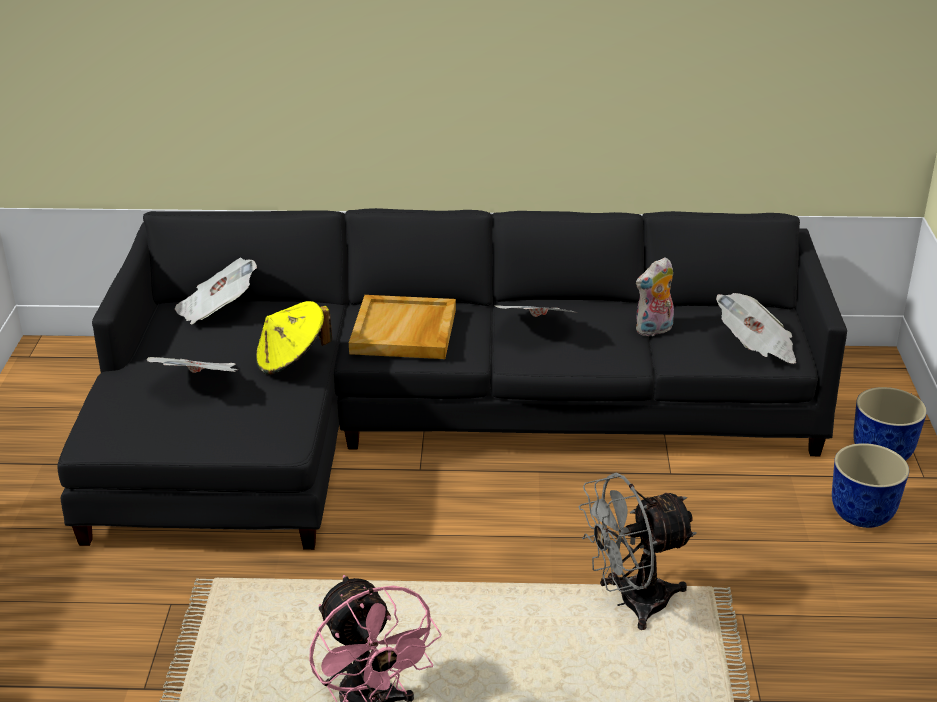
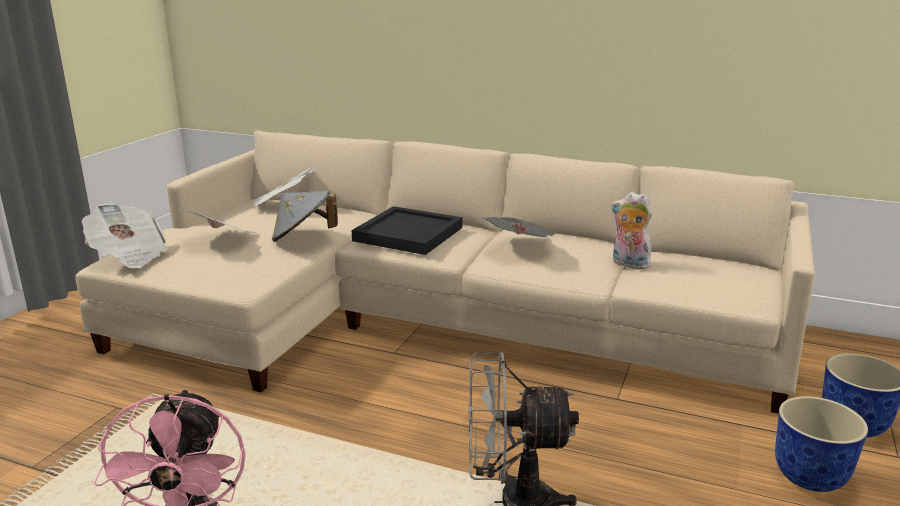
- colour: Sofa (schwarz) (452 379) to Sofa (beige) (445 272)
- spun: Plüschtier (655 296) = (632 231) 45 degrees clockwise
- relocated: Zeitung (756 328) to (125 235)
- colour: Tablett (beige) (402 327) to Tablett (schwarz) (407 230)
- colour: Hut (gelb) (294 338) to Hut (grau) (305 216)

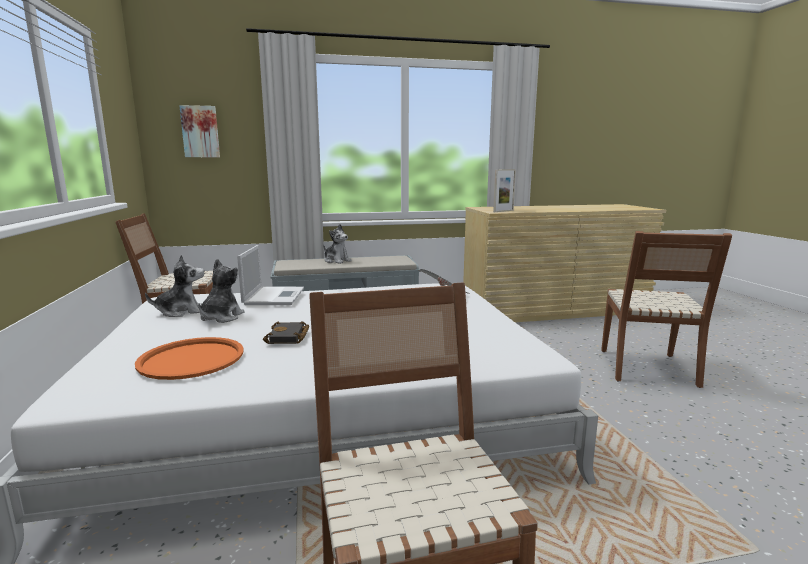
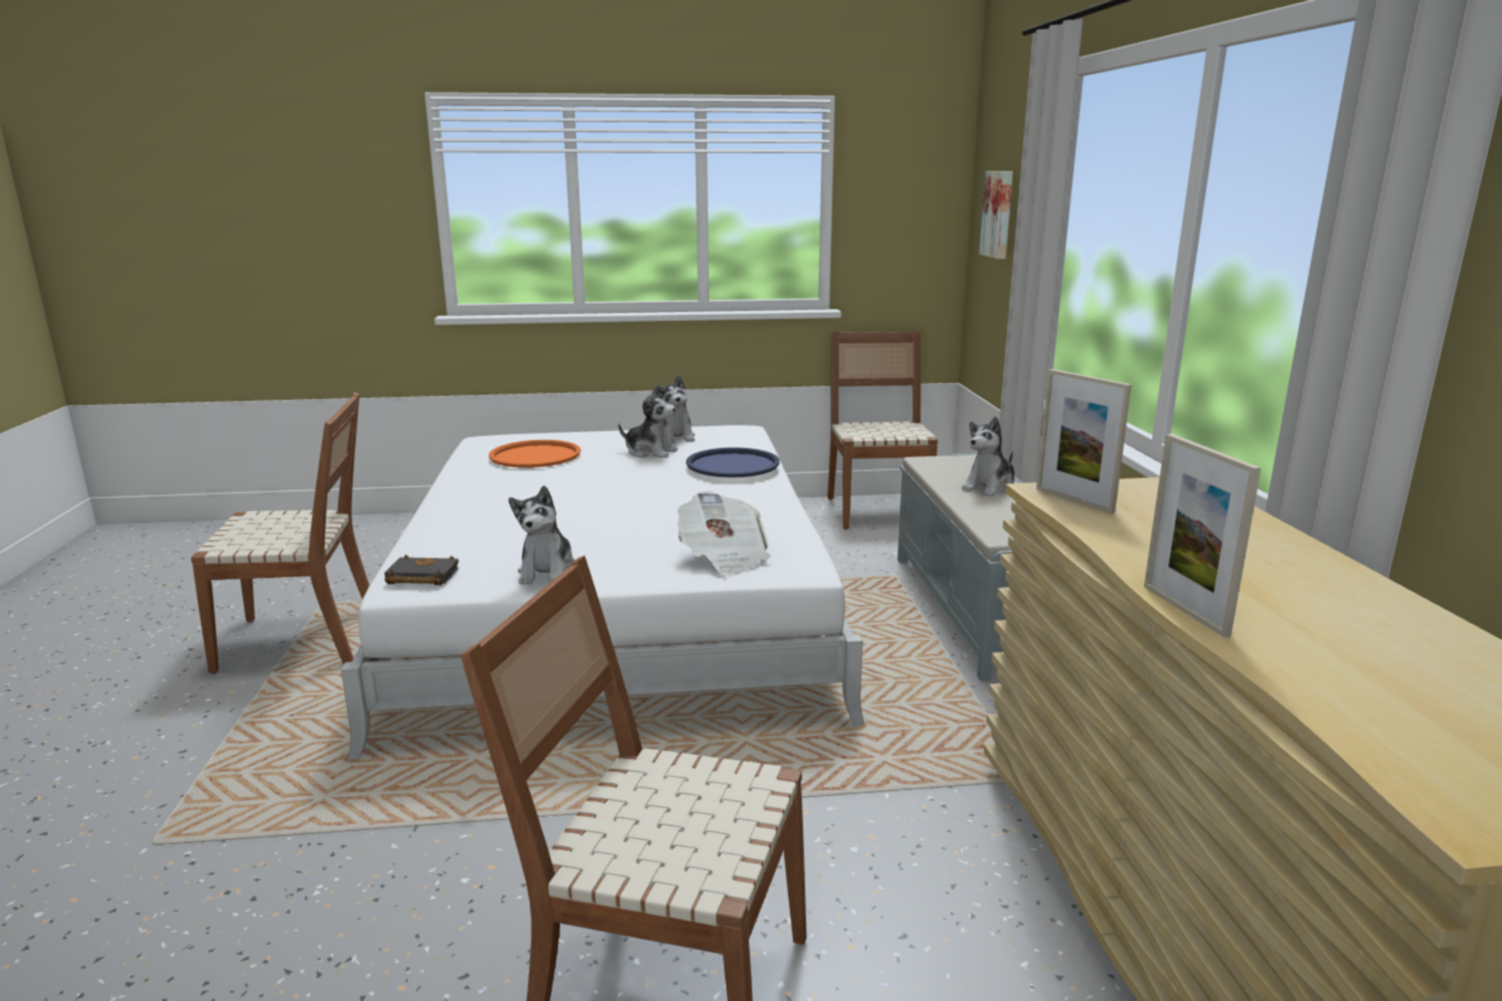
- exchanged: Laptop (270 275) to Tablett (blau) (733 462)
- relocated: Buch (schwarz) (286 332) to (421 570)
- appeared: Bilderrahmen (1202 535)
- appeared: Plüschtier (542 535)

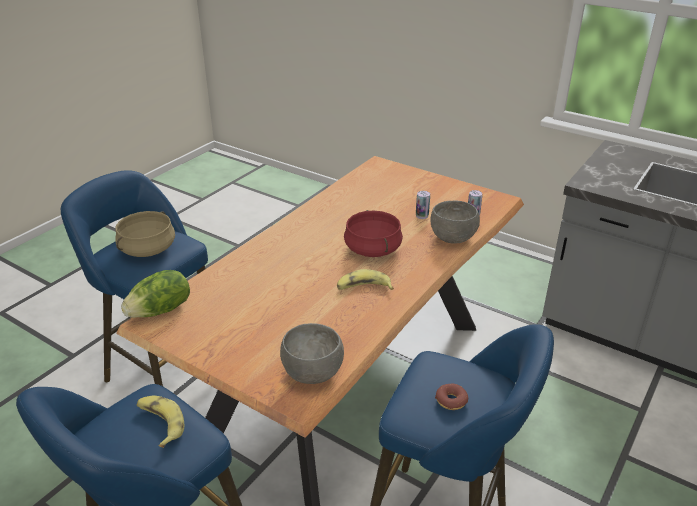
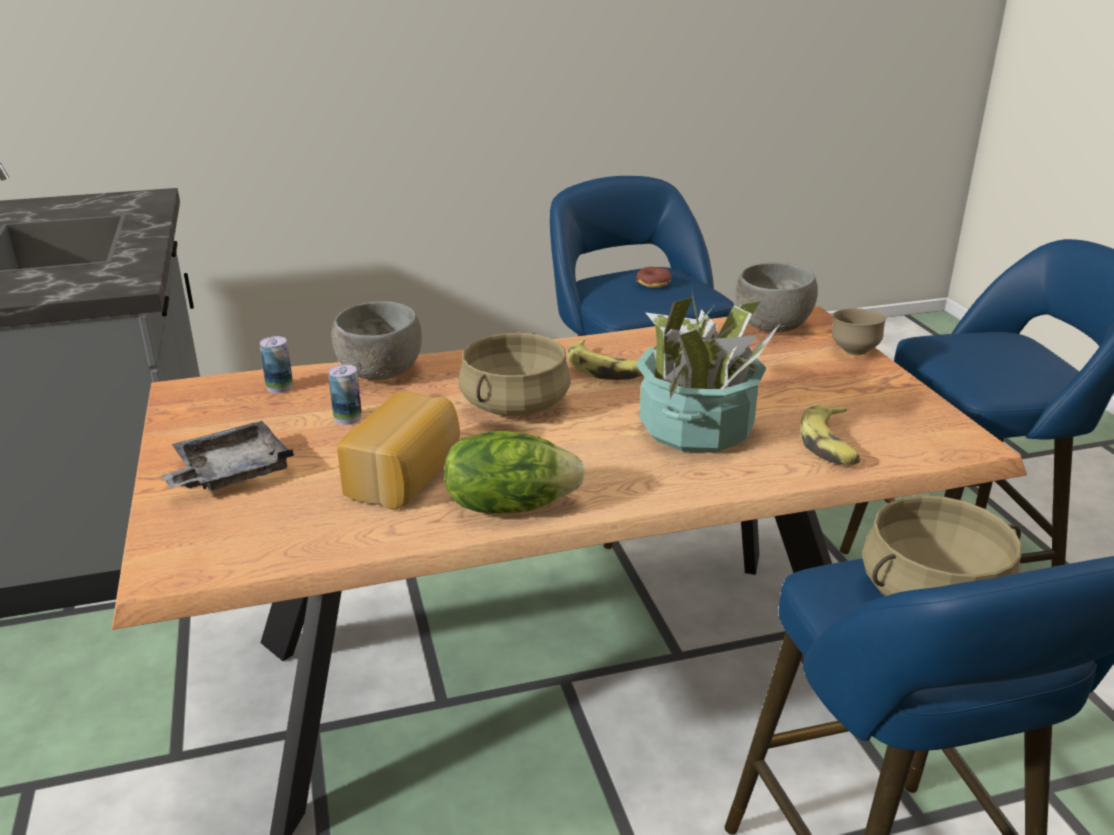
- colour: Kochtopf (rot) (373 233) to Kochtopf (beige) (515 374)
- relocated: Salatkopf (155 294) to (514 472)
- relocated: Banane (160 421) to (830 435)
- appeared: Topfpflanze (708 373)
- appeared: Schüssel (braun) (859 331)
- appeared: Brot (398 450)
- appeared: Tablett (grau) (228 456)

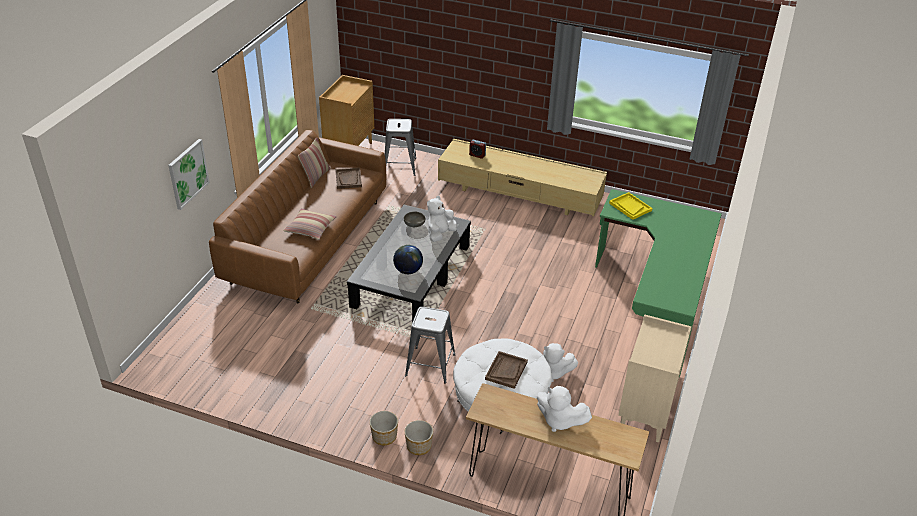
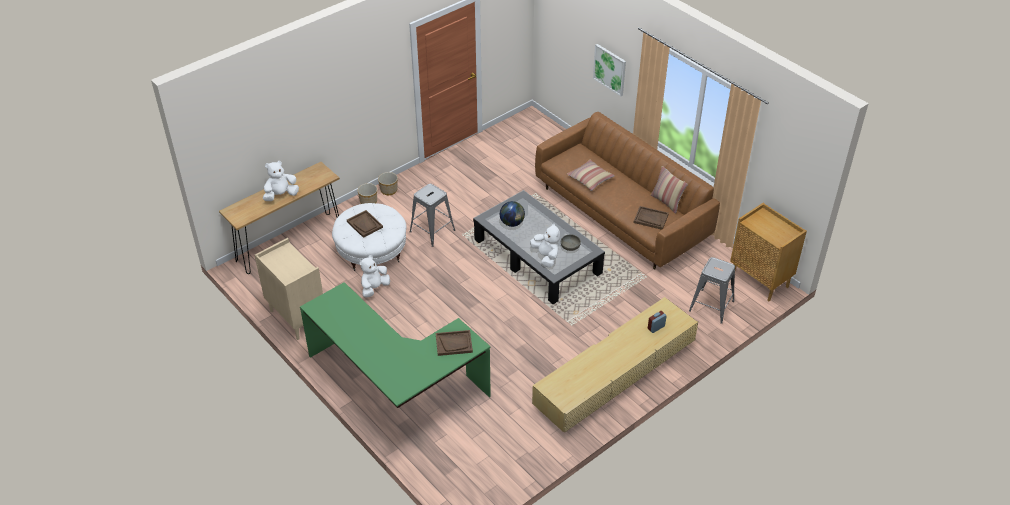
- colour: Tablett (gelb) (630 206) to Tablett (braun) (454 343)

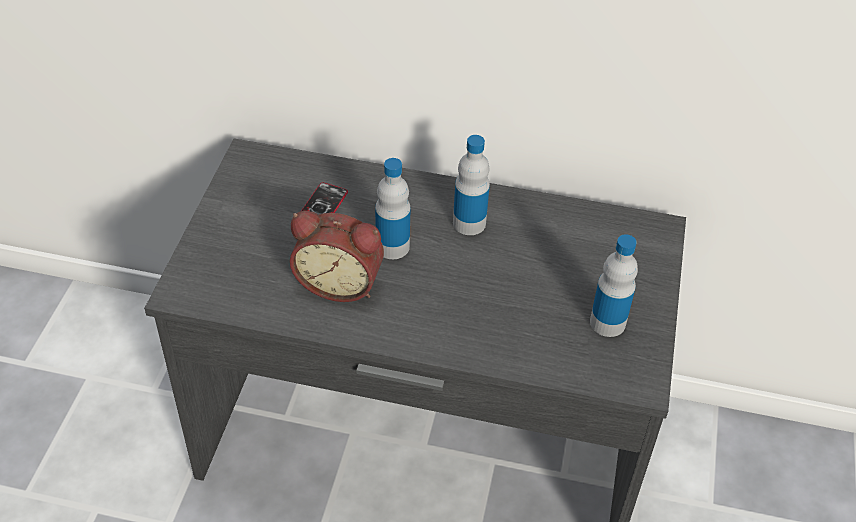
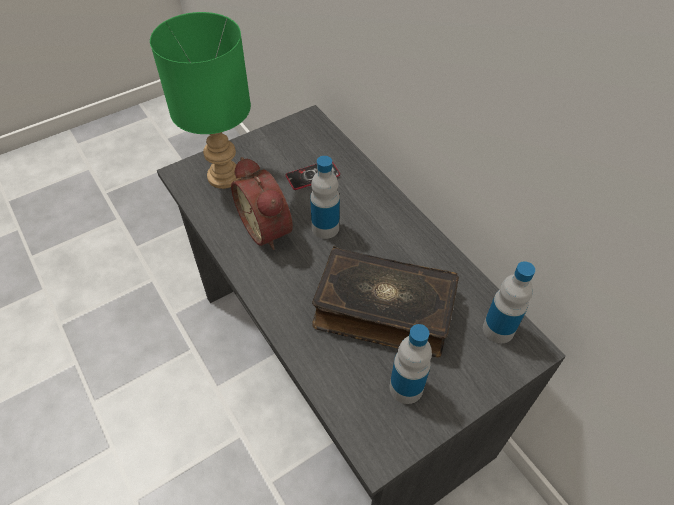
- relocated: Flasche (471 185) to (509 302)
- appeared: Tischlampe (grün) (200 100)
- appeared: Buch (385 301)

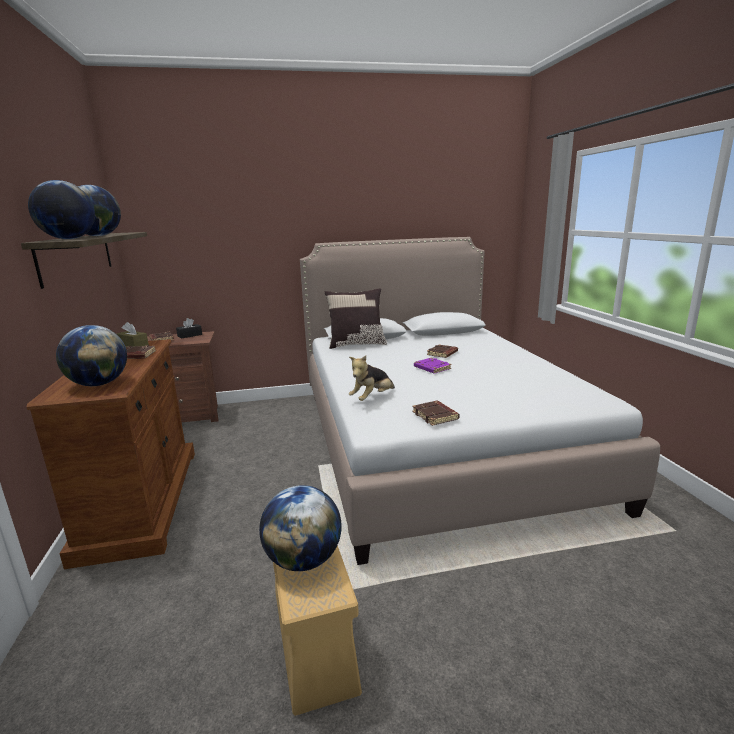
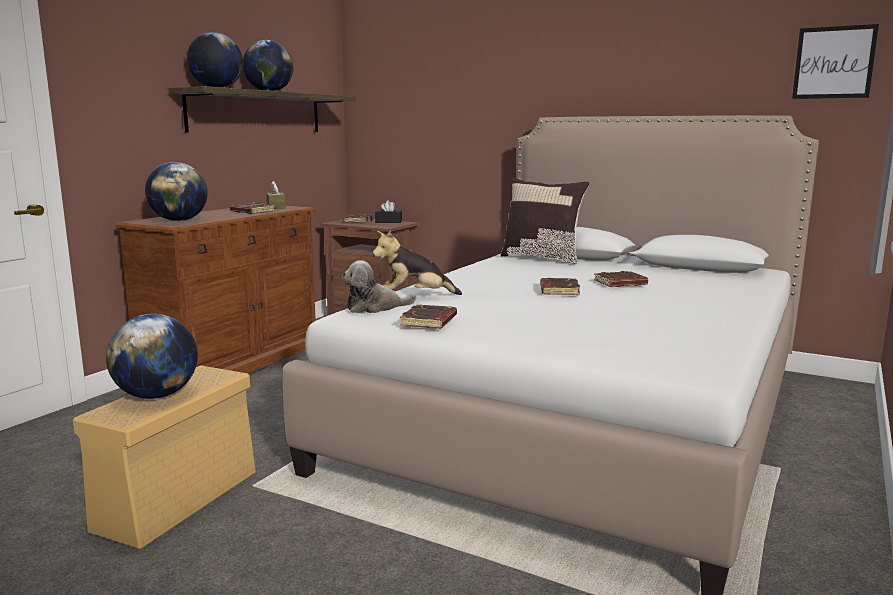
- colour: Buch (lila) (433 366) to Buch (braun) (560 286)
- appeared: Bild (835 61)
- appeared: Plüschtier (379 286)

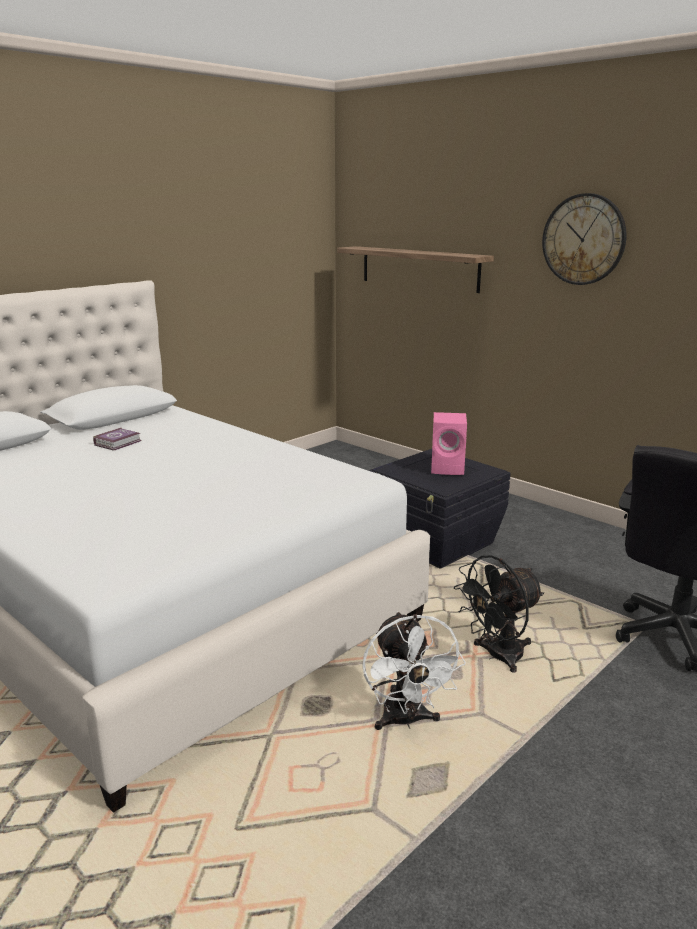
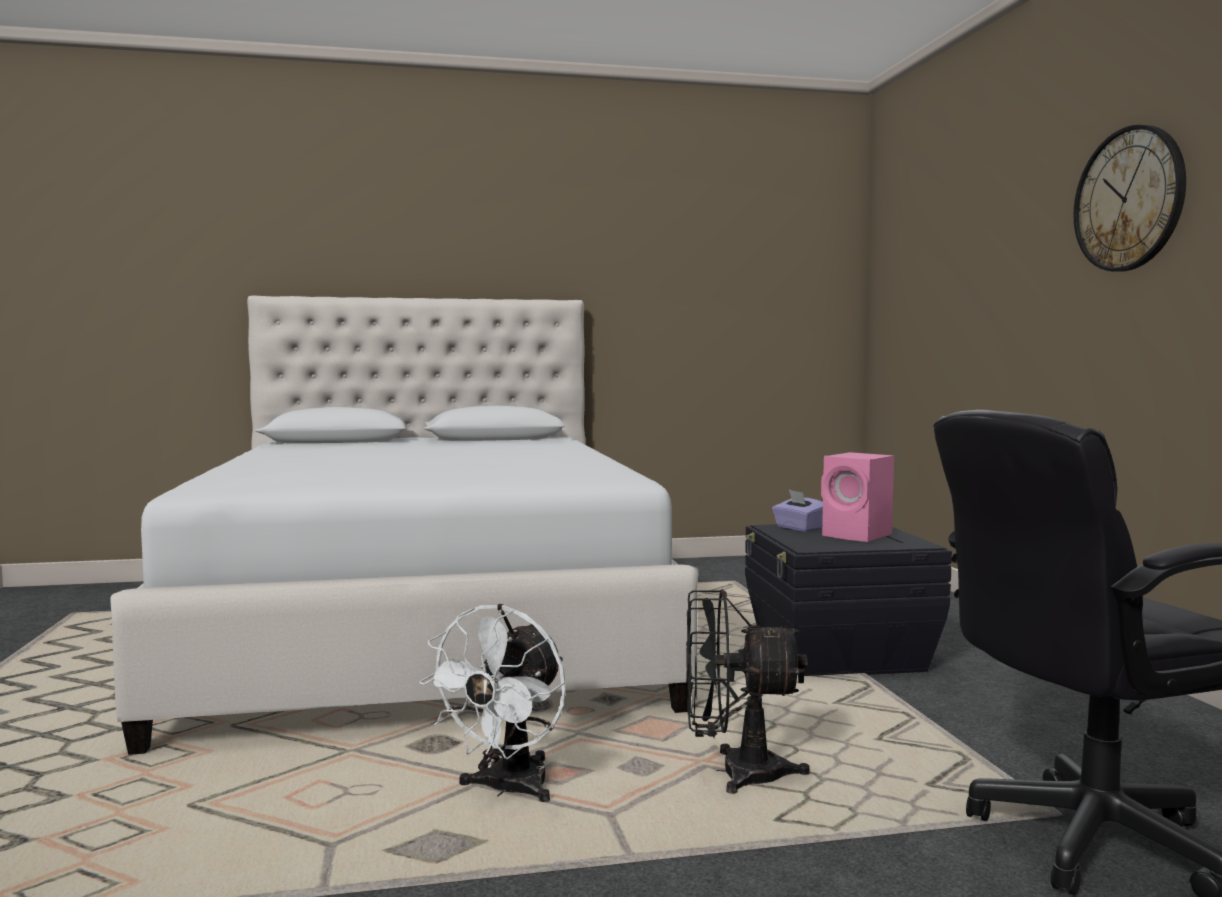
- missing: Wandregal (415 269)
- missing: Buch (117 439)
- appeared: Taschentuchbox (lila) (797 511)

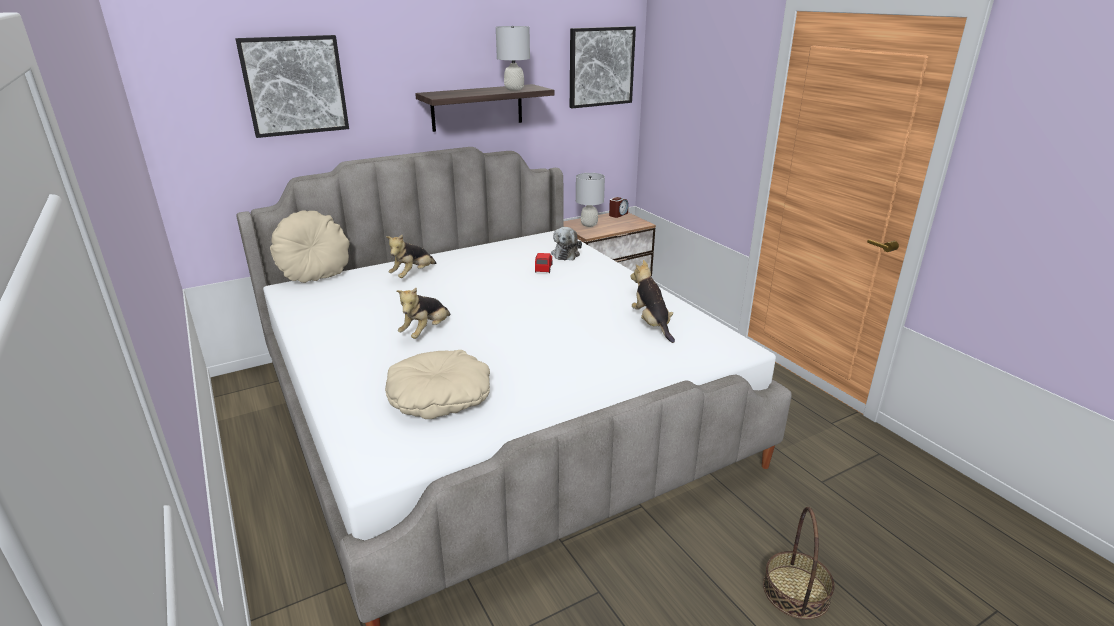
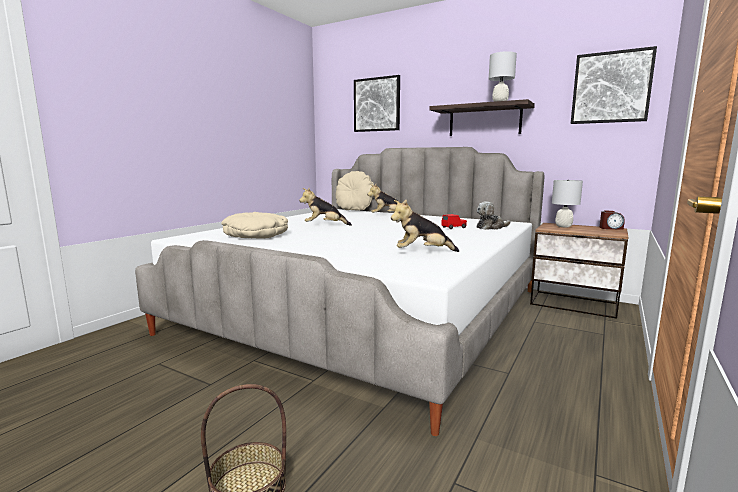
- spun: Plüschtier (652 301) = (425 226) 135 degrees counterclockwise

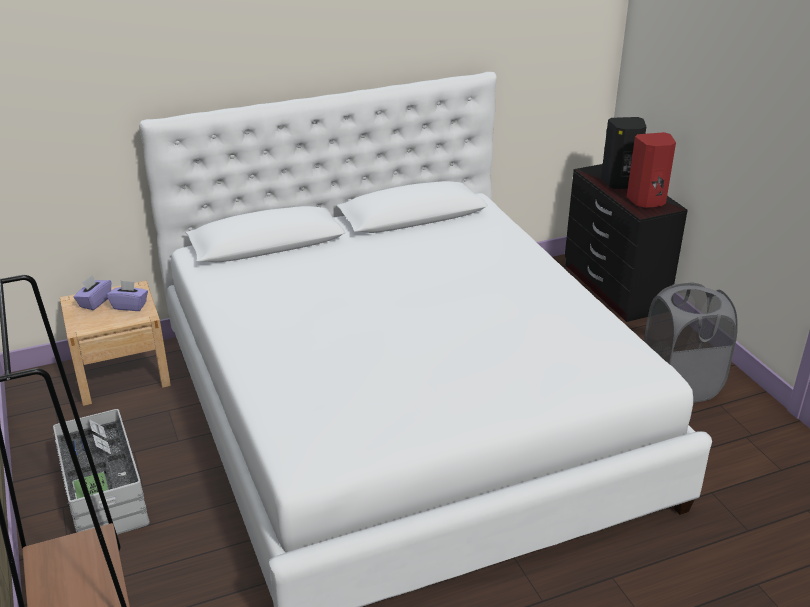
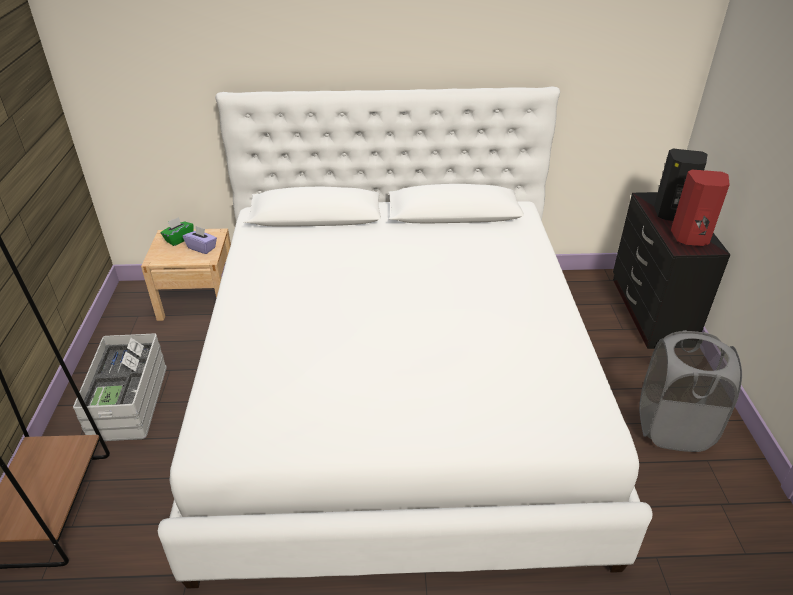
- colour: Taschentuchbox (lila) (92 292) to Taschentuchbox (grün) (177 231)

